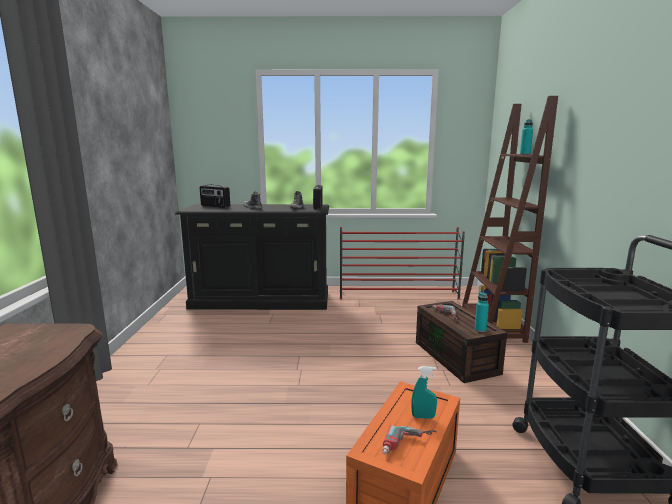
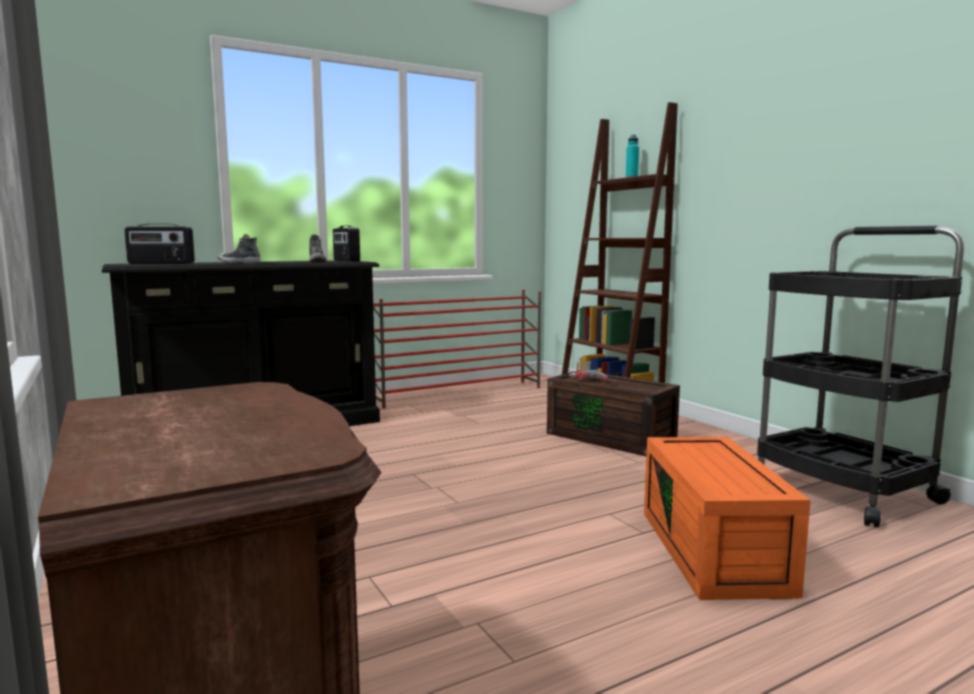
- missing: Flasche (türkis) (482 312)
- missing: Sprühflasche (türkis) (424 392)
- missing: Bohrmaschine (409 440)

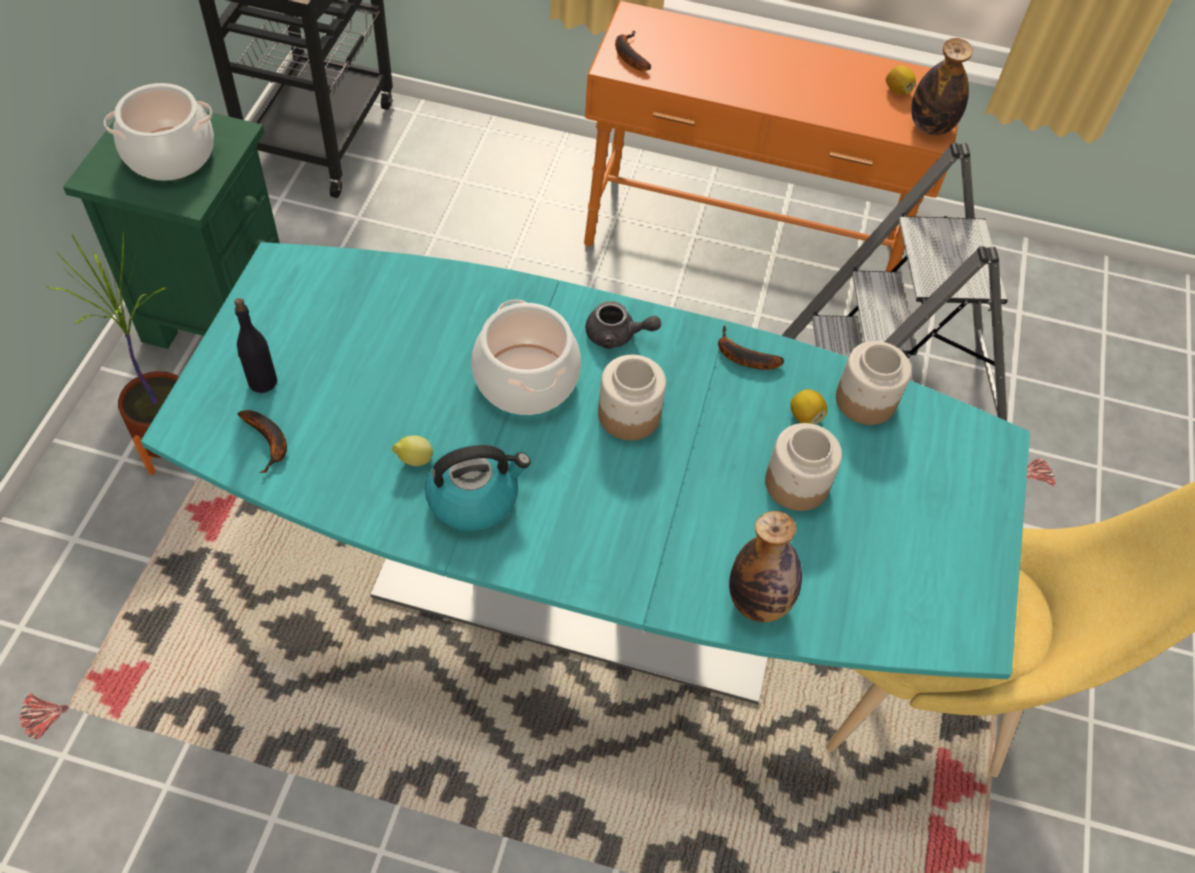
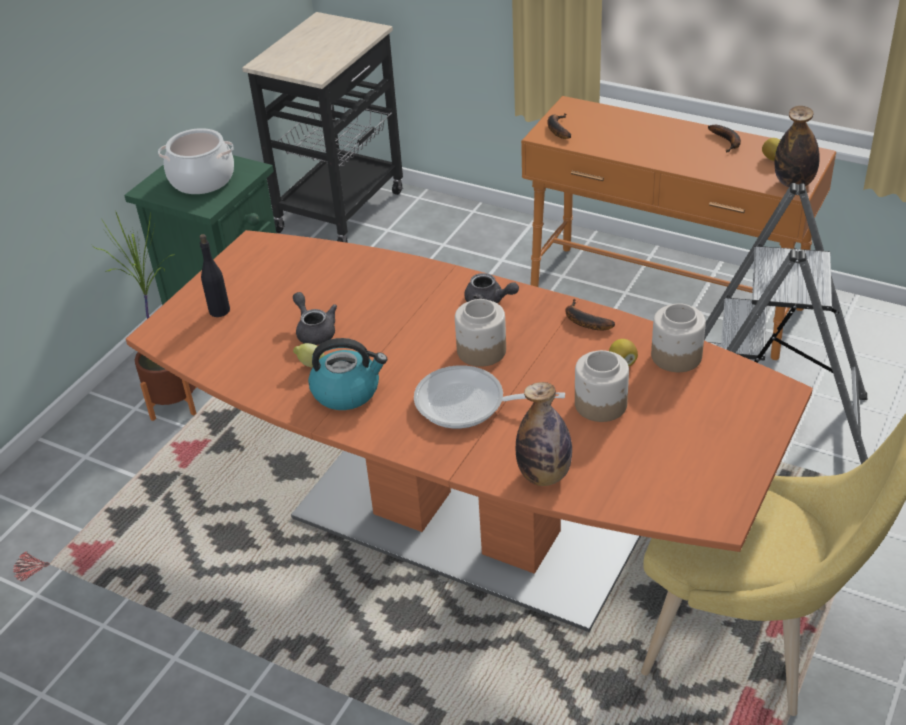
- colour: Esstisch (türkis) (585 473) to Esstisch (orange) (469 431)
- missing: Kochtopf (526 357)
- relocated: Banane (262 441) to (724 138)
- appeared: Teekanne (grau) (315 318)
- appeared: Pfanne (489 397)

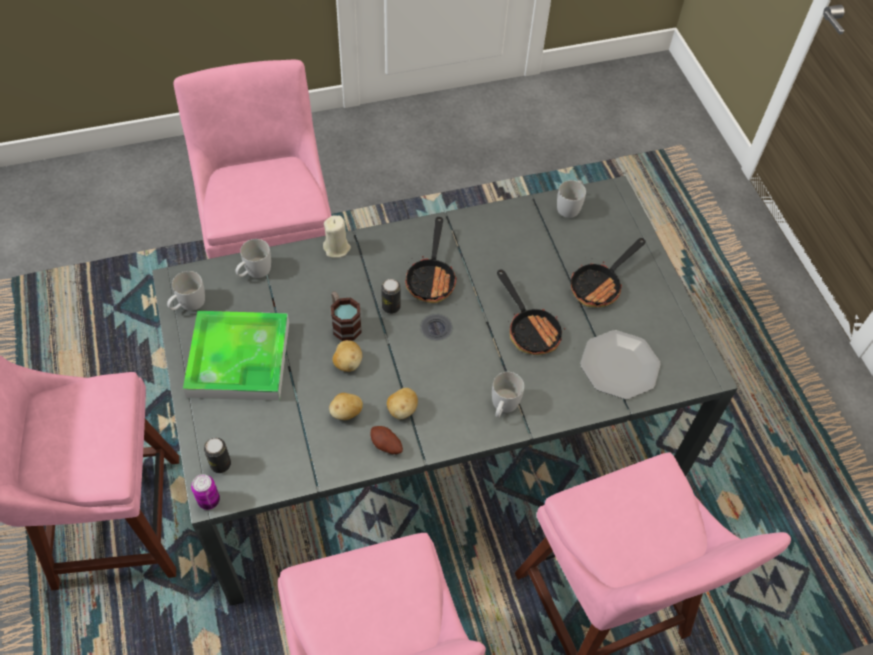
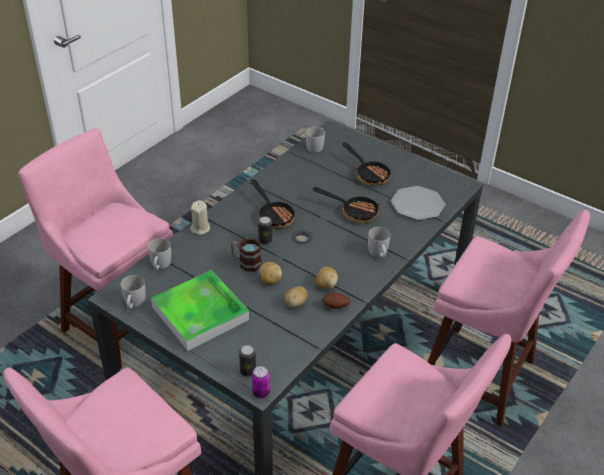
- spun: Pfanne (608 272) = (366 164) 45 degrees counterclockwise

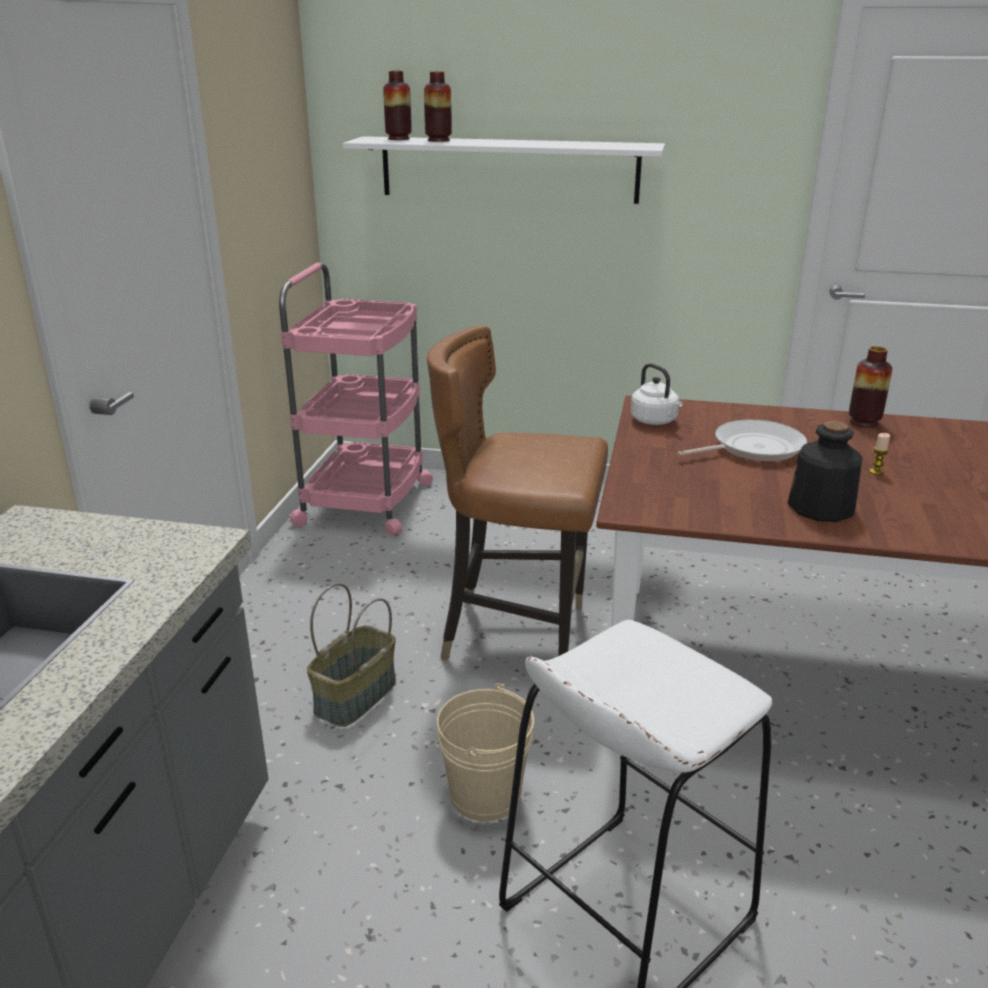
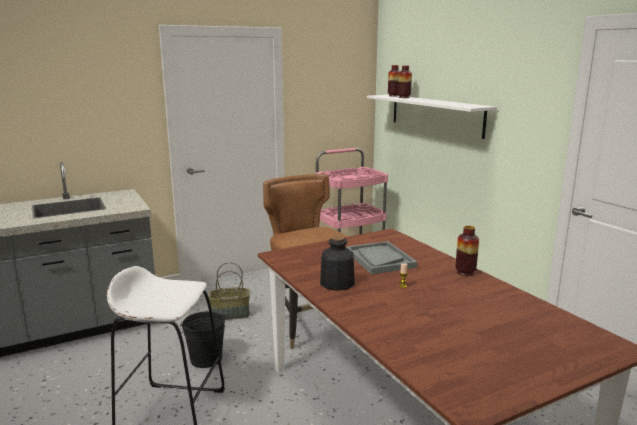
- missing: Wasserkessel (weiß) (657 394)
- exchanged: Pfanne (742 440) to Tablett (grau) (381 258)
- colour: Eimer (beige) (485 752) to Eimer (schwarz) (204 339)

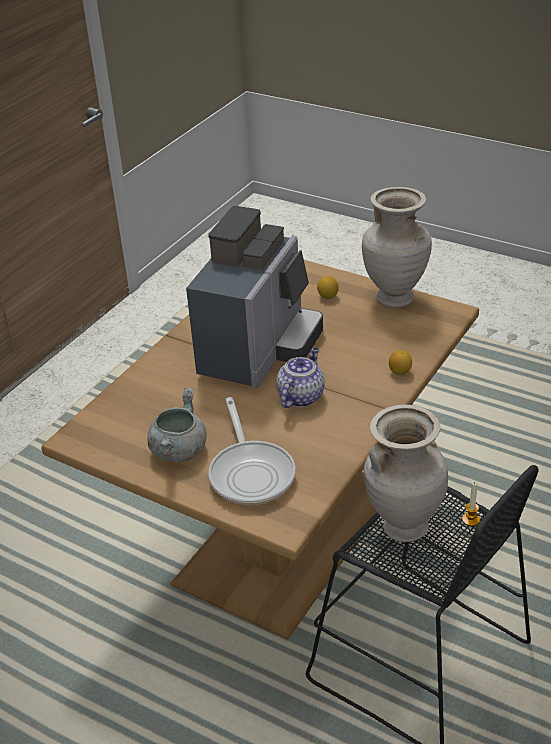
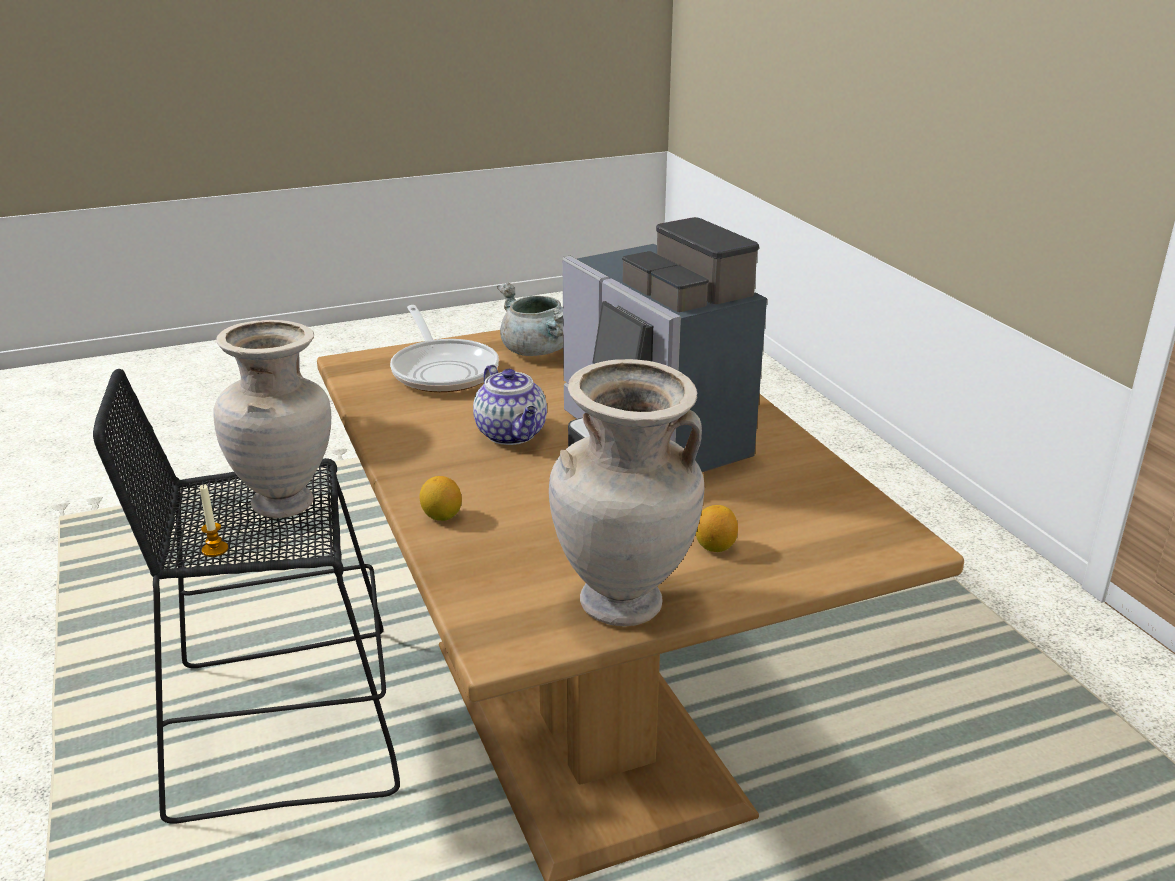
- spun: Pfanne (252 451) = (444 348) 135 degrees counterclockwise

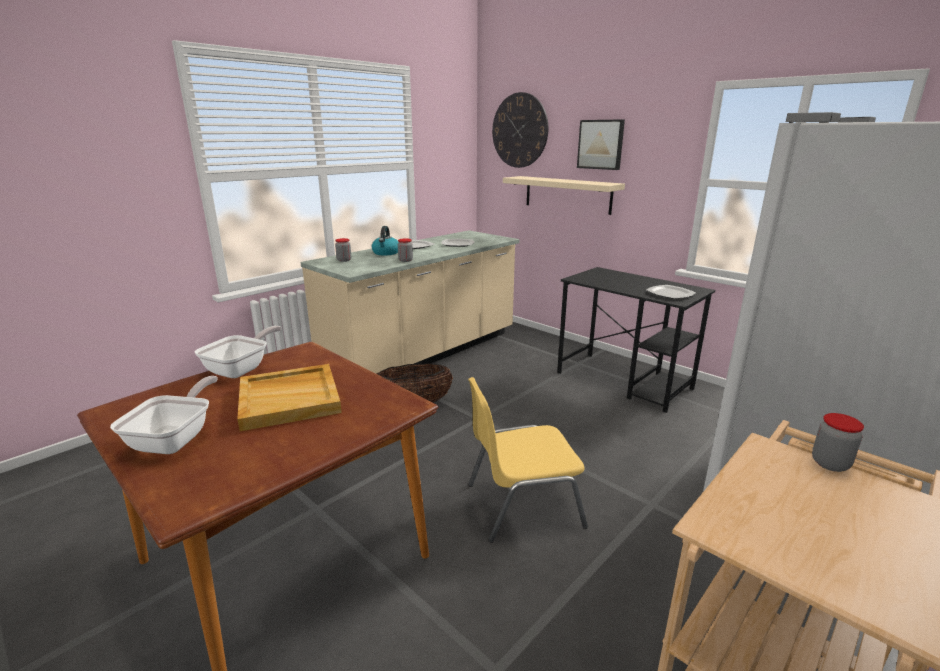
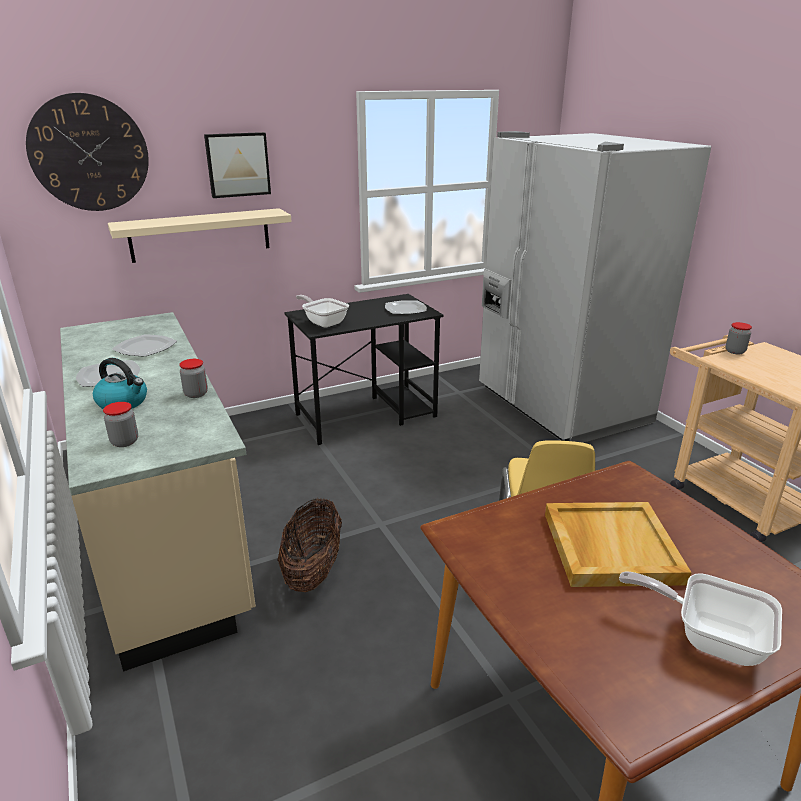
- relocated: Pfanne (238 352) to (322 311)

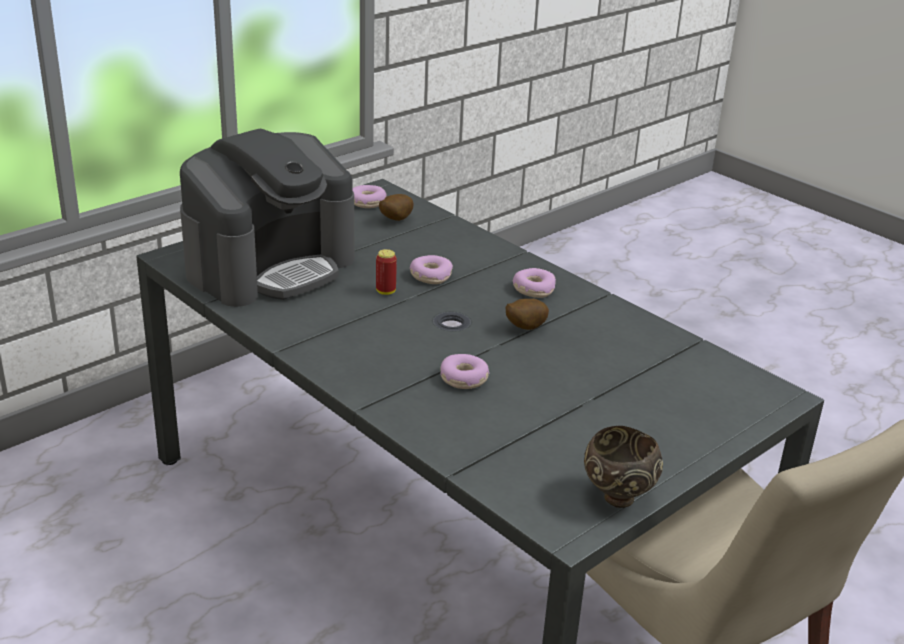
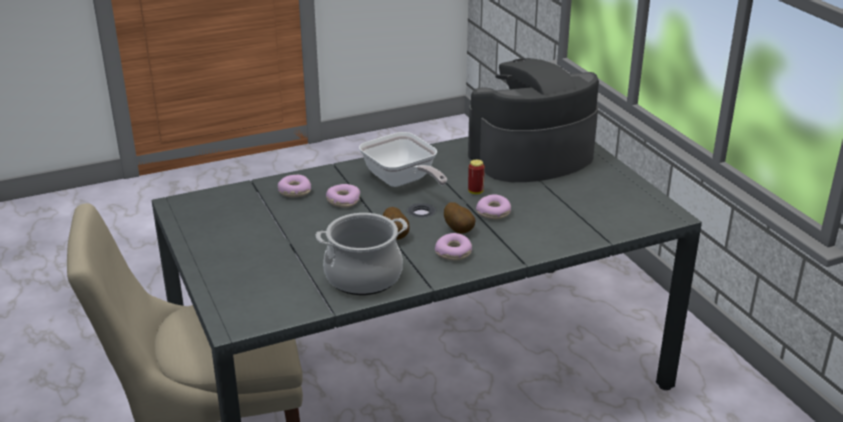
- spun: Kaffeemaschine (267 218) = (533 120) 90 degrees clockwise
- relocated: Donut (369 196) to (294 186)
- relocated: Kartoffel (396 207) to (459 218)
- missing: Schüssel (braun) (623 467)
- appeared: Pfanne (403 159)
- appeared: Kochtopf (362 254)

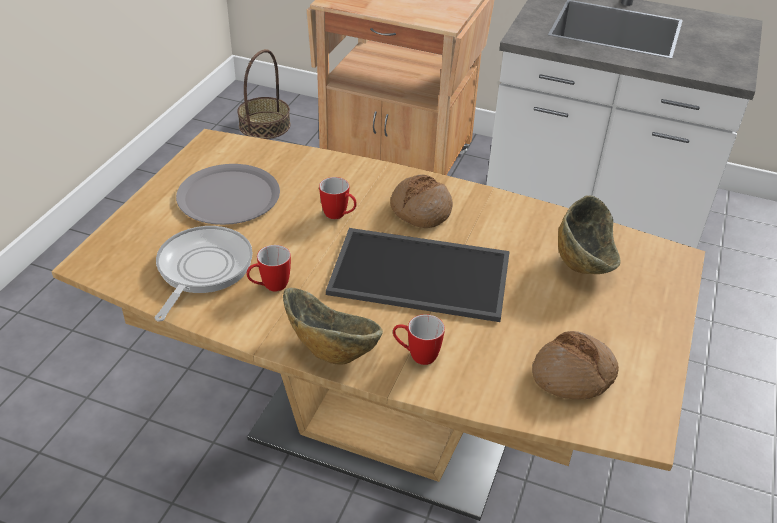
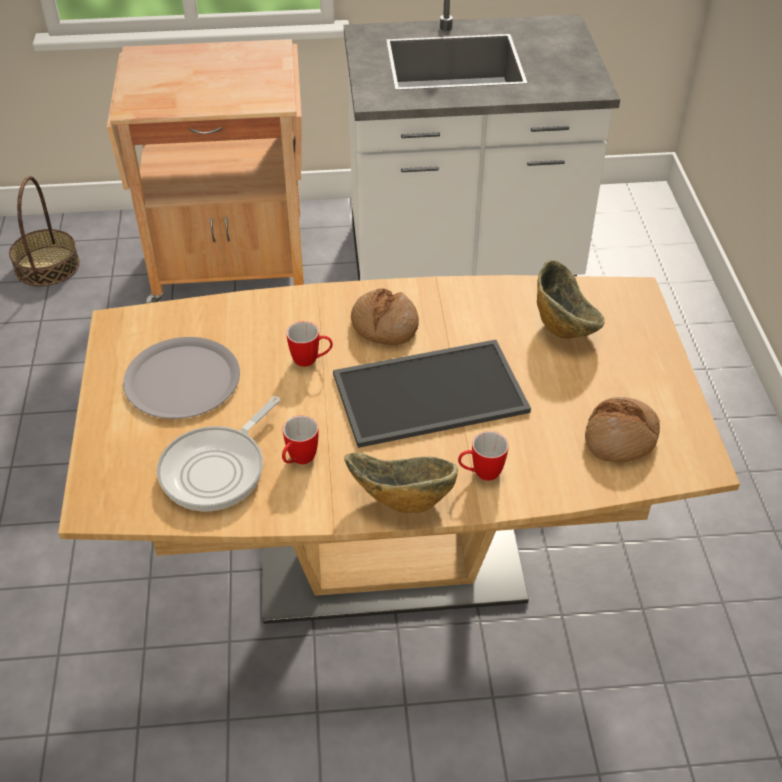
- spun: Pfanne (204 273) = (218 454) 135 degrees counterclockwise

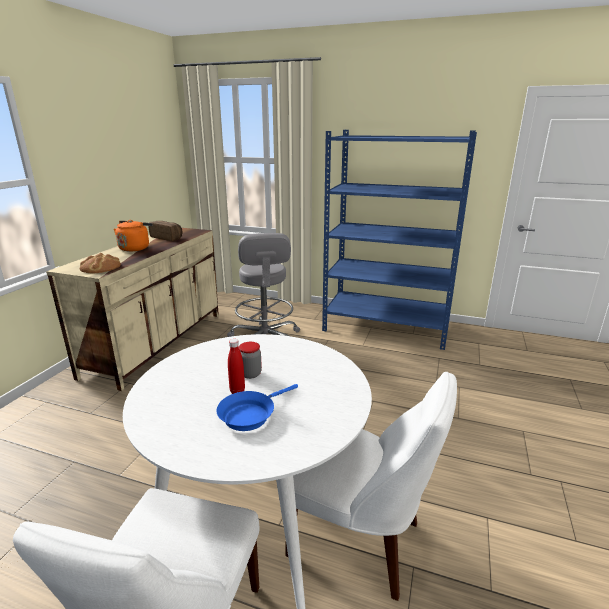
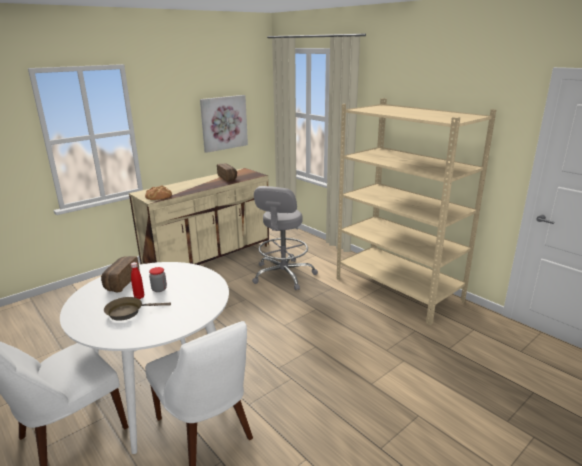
- colour: Bücherregal (blau) (399 240) to Bücherregal (beige) (416 211)
- missing: Wasserkessel (orange) (133 235)
- colour: Pfanne (blau) (257 407) to Pfanne (braun) (137 309)
- appeared: Bild (224 124)
- appeared: Brot (120 274)

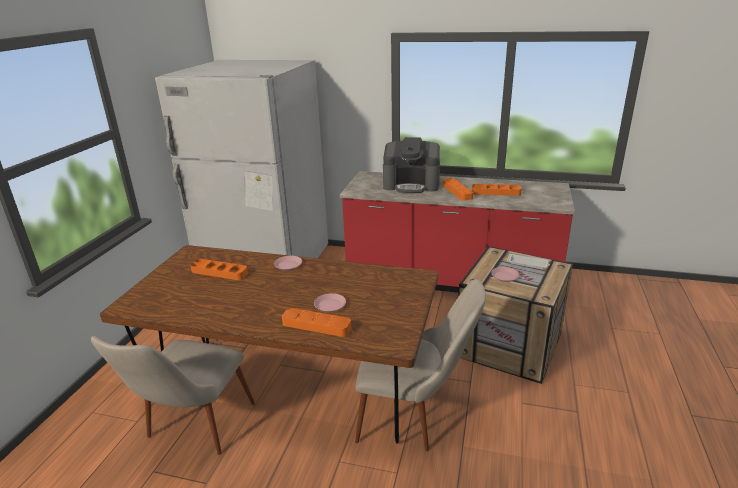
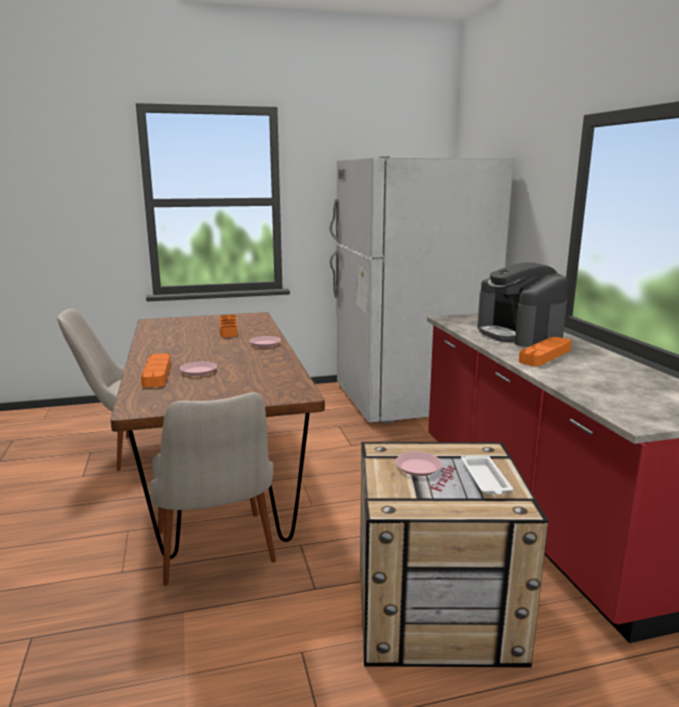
- missing: Tablett (orange) (497 190)

